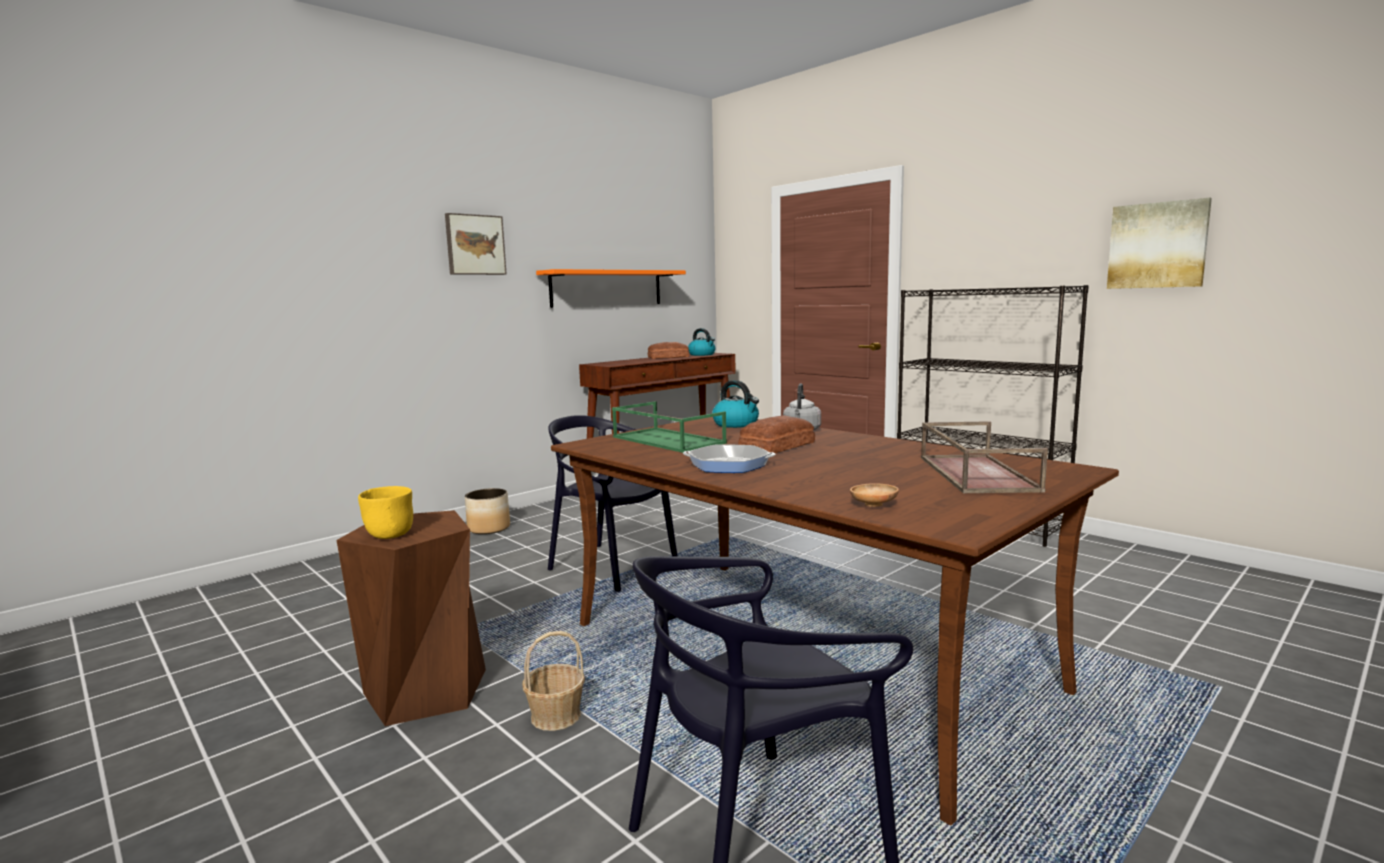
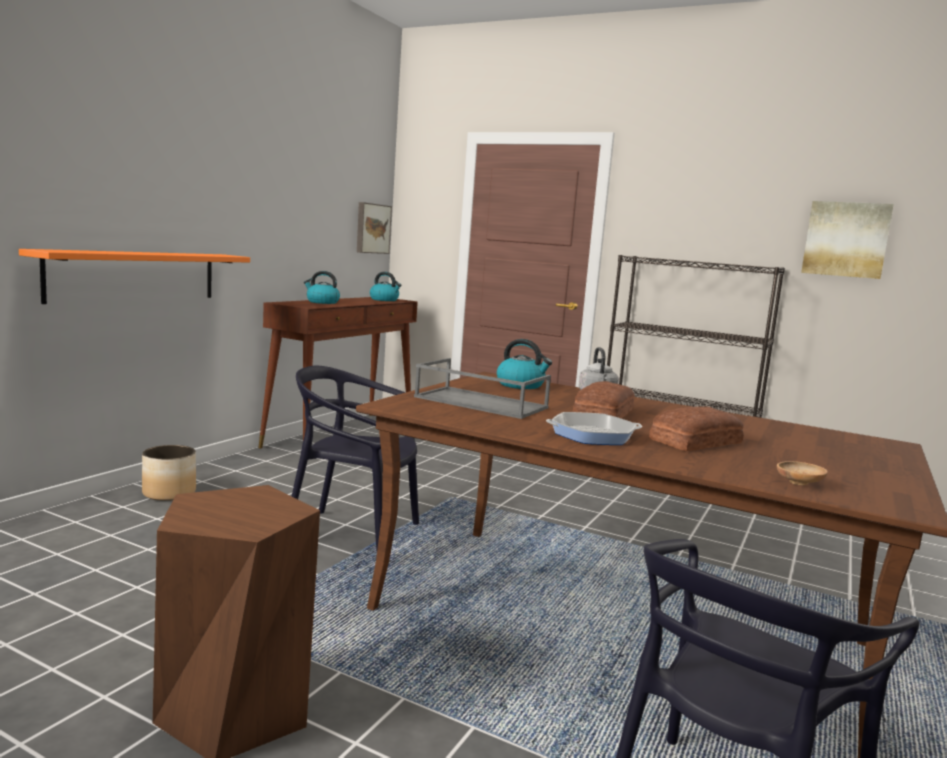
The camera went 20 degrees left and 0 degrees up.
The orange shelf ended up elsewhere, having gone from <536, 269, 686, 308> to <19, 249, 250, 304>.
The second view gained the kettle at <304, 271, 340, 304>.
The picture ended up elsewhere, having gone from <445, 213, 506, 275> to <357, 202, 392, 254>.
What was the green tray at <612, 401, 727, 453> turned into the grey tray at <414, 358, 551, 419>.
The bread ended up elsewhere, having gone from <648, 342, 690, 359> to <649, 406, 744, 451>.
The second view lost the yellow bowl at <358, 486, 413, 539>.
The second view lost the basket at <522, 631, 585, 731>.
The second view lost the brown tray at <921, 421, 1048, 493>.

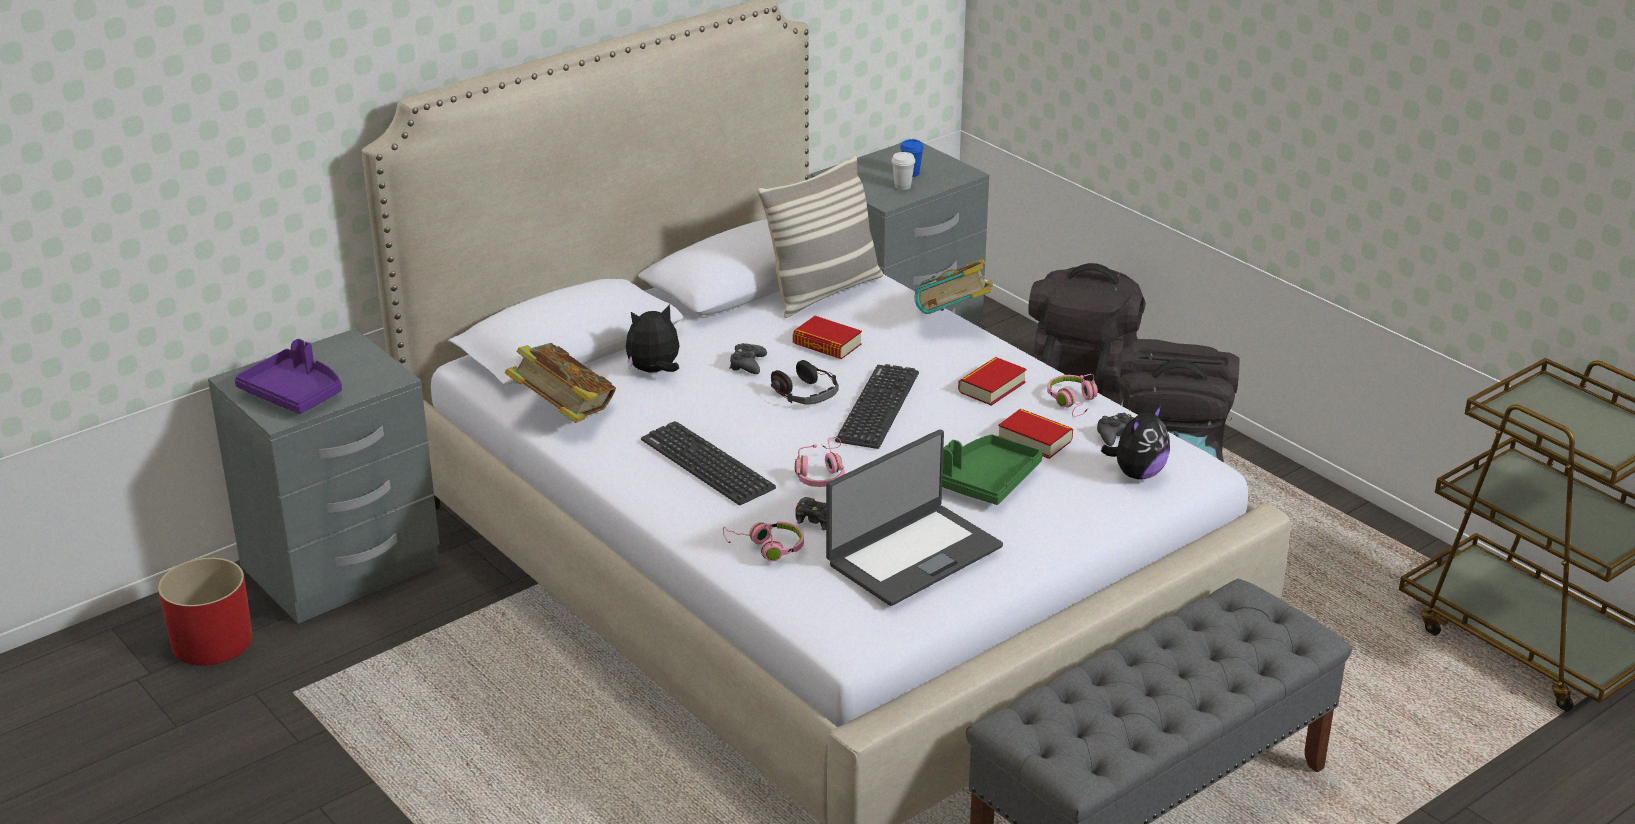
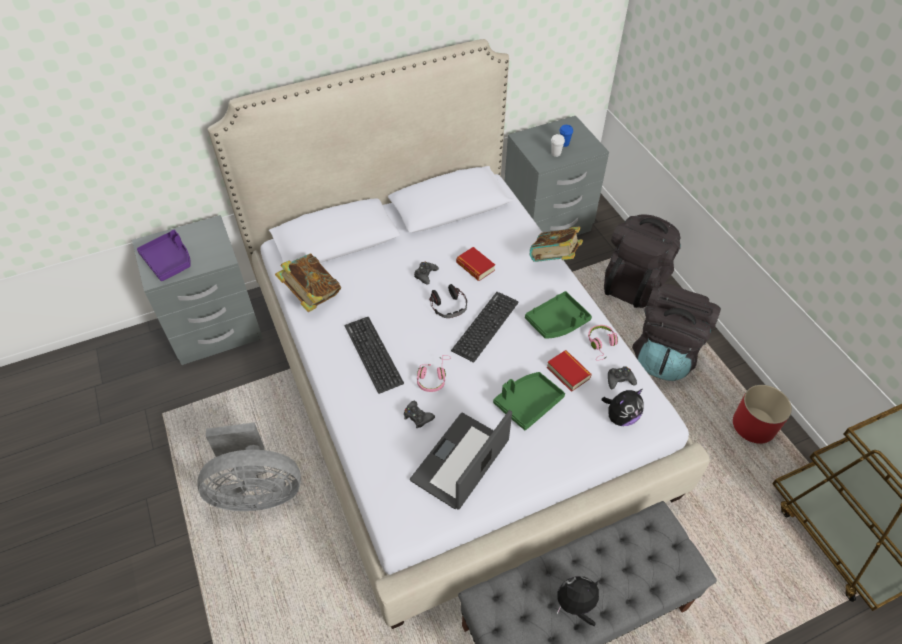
The camera went 15 degrees right and 20 degrees up.
The second view gained the grey fan at <197, 422, 301, 511>.
The laptop at <826, 430, 1003, 606> ended up facing another way, 150 degrees clockwise from before.
Where the book stood at <958, 357, 1026, 406>, the green tray came to stand at <525, 291, 592, 339>.
The plush toy ended up elsewhere, having gone from <626, 304, 680, 373> to <557, 576, 599, 626>.
The red planter ended up elsewhere, having gone from <158, 558, 252, 666> to <733, 385, 792, 444>.
The second view lost the pink headphones at <723, 522, 804, 562>.
The second view lost the pillow at <757, 156, 883, 318>.

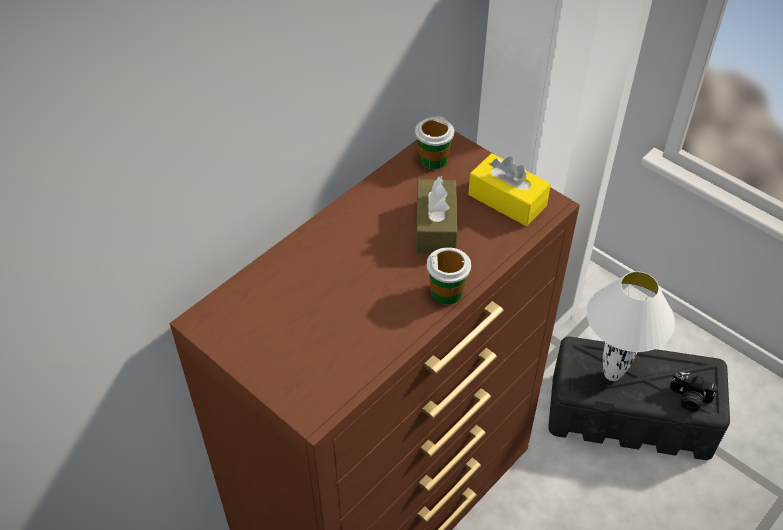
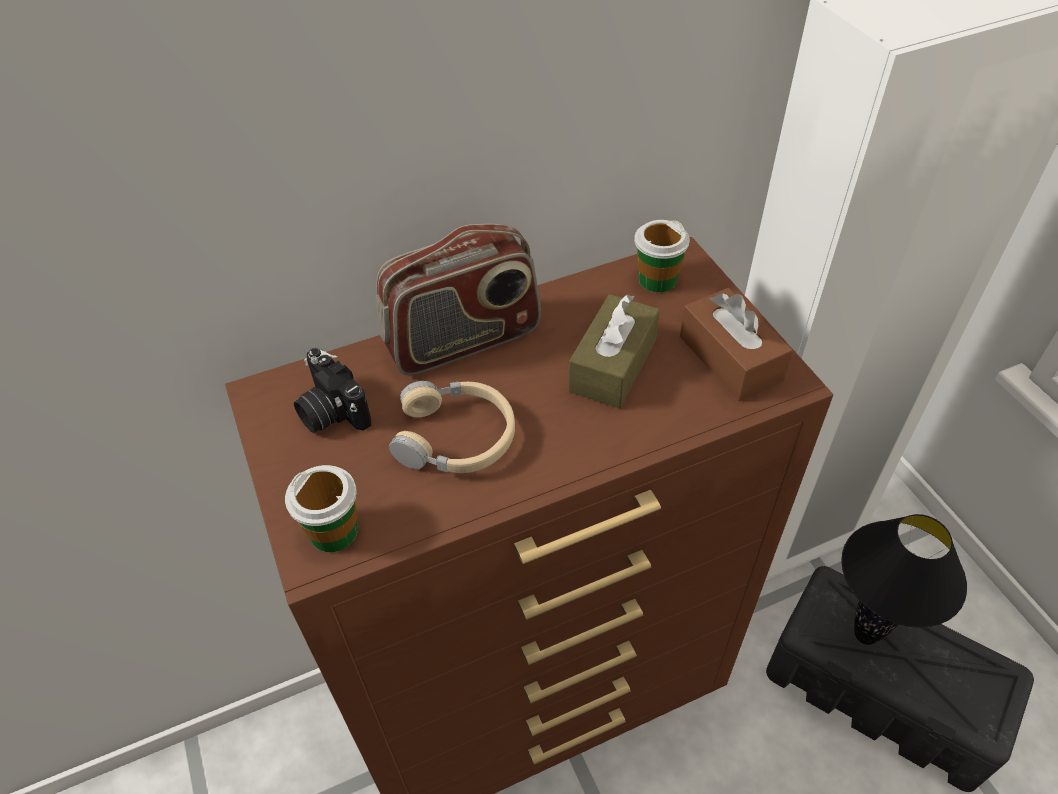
The camera went 25 degrees right and 0 degrees up.
The cup ended up elsewhere, having gone from <427, 247, 471, 305> to <285, 465, 358, 552>.
The photo camera ended up elsewhere, having gone from <670, 372, 718, 412> to <294, 348, 371, 433>.
The second view gained the radio at <376, 224, 541, 375>.
The second view gained the beige headphones at <389, 381, 515, 473>.
What was the yellow tissue box at <468, 153, 551, 226> turned into the brown tissue box at <680, 288, 793, 401>.
What was the white table lamp at <586, 271, 675, 381> turned into the black table lamp at <841, 514, 967, 645>.

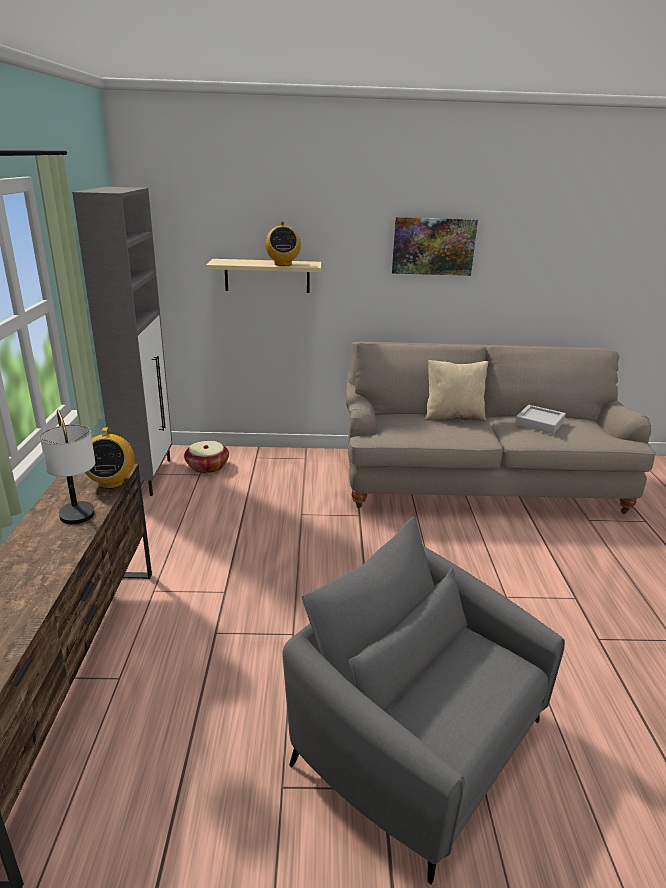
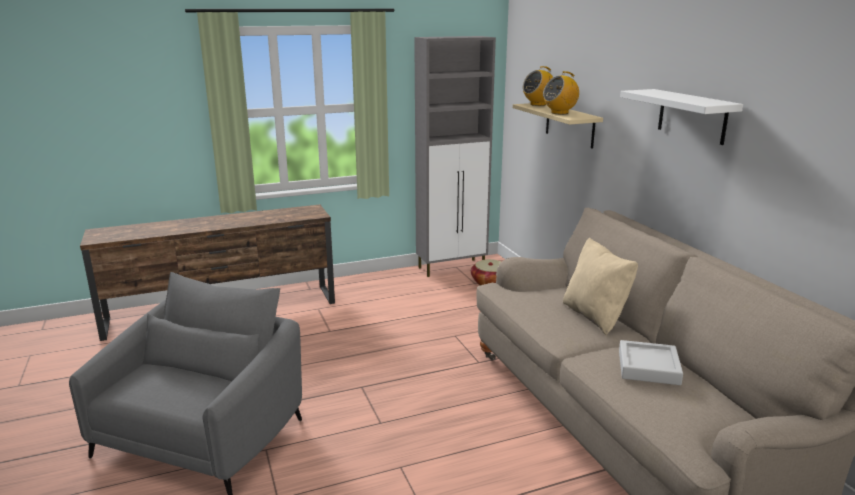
The camera went 70 degrees right and 5 degrees down.
The radio ended up elsewhere, having gone from <85, 427, 135, 489> to <523, 66, 553, 106>.
Where the picture hung at <392, 217, 478, 276>, the white shelf came to hang at <620, 89, 743, 145>.
The second view lost the table lamp at <40, 410, 95, 524>.

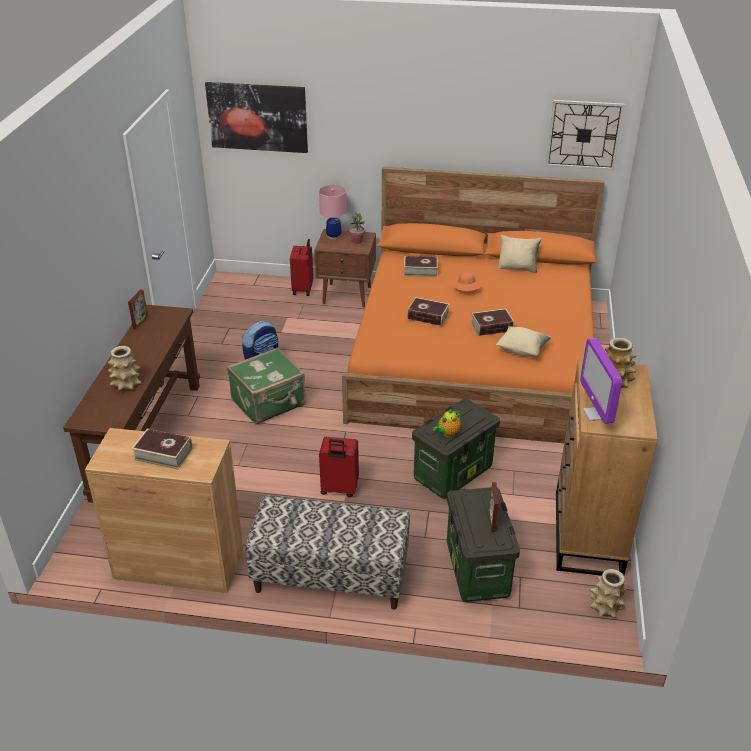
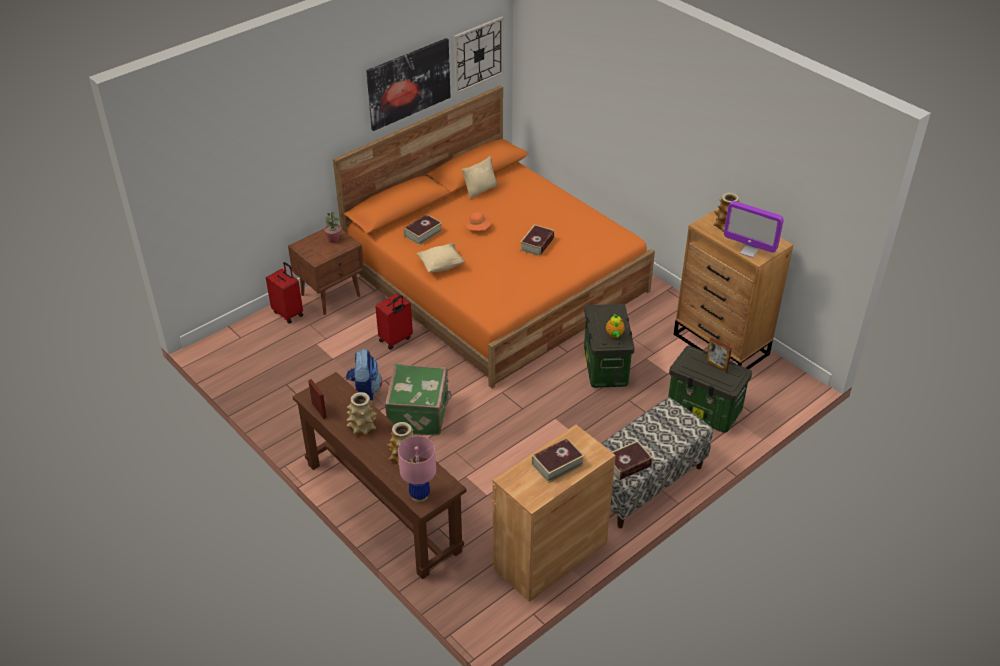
The camera went 50 degrees left and 5 degrees up.
The vase ended up elsewhere, having gone from <590, 569, 627, 618> to <346, 392, 377, 435>.
The picture ended up elsewhere, having gone from <205, 82, 308, 153> to <366, 38, 451, 131>.
The red suitcase ended up elsewhere, having gone from <319, 437, 359, 497> to <375, 293, 413, 350>.
The pink table lamp ended up elsewhere, having gone from <319, 185, 346, 240> to <398, 436, 436, 502>.
The beige pillow ended up elsewhere, having gone from <496, 326, 552, 357> to <416, 243, 465, 272>.
The book ended up elsewhere, having gone from <407, 297, 450, 326> to <612, 441, 653, 481>.

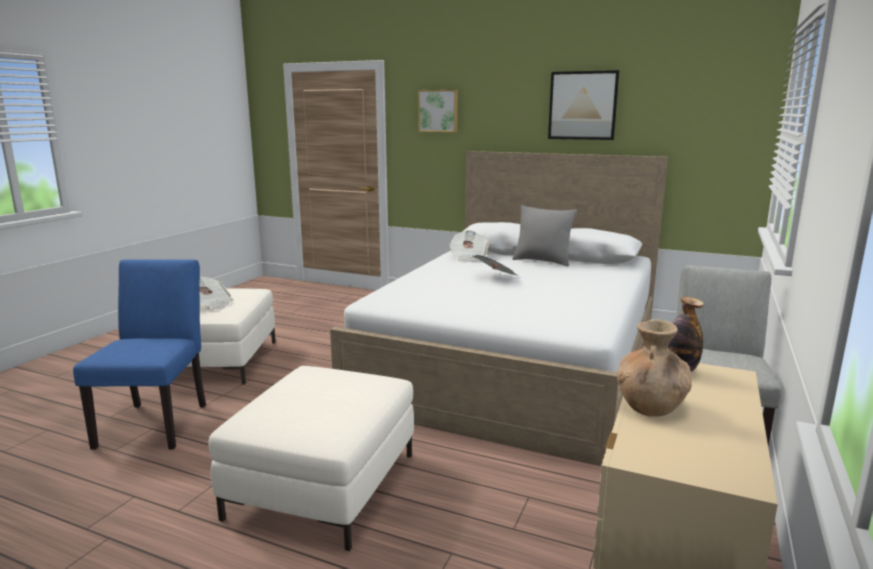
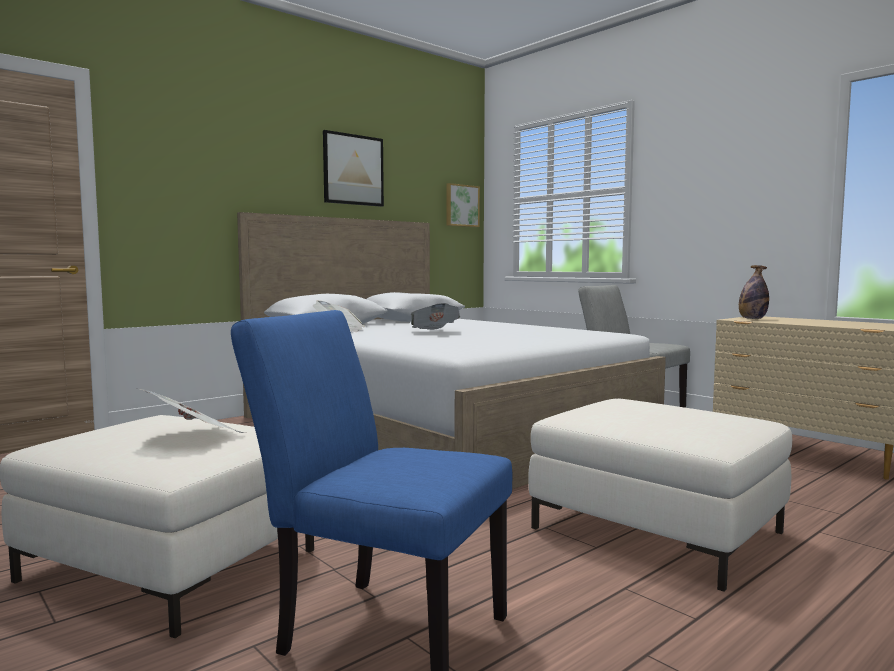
The camera went 65 degrees left and 10 degrees down.
The picture ended up elsewhere, having gone from <418, 89, 458, 132> to <446, 183, 480, 227>.
The second view lost the grey pillow at <512, 205, 577, 266>.
The second view lost the brown vase at <617, 319, 692, 417>.

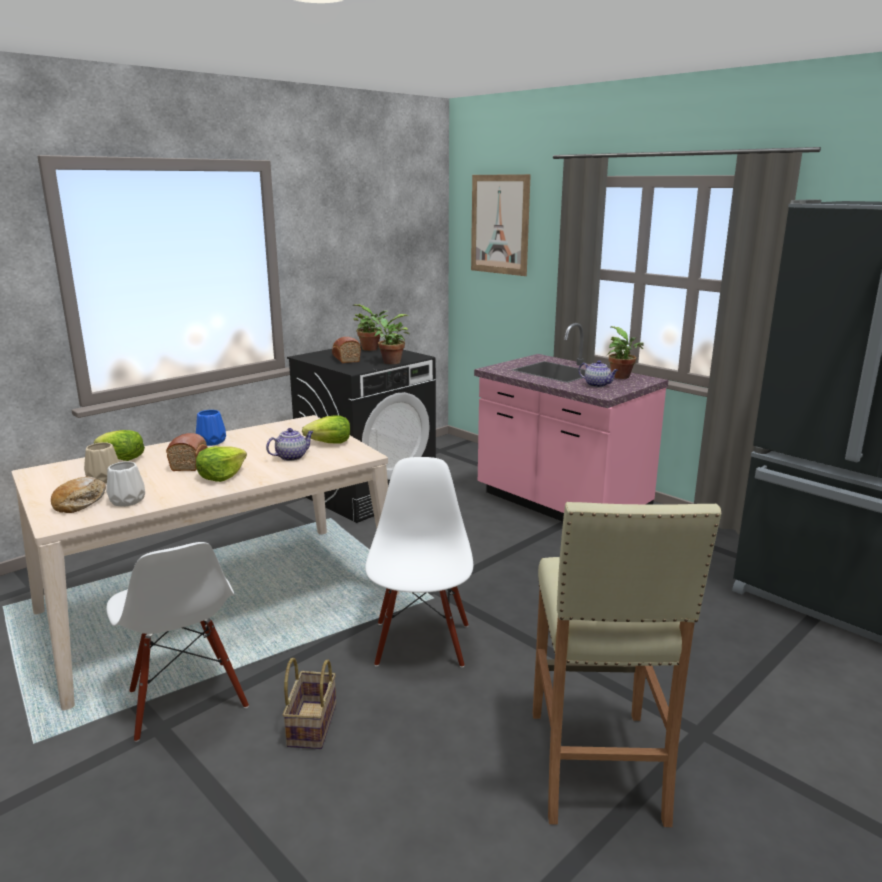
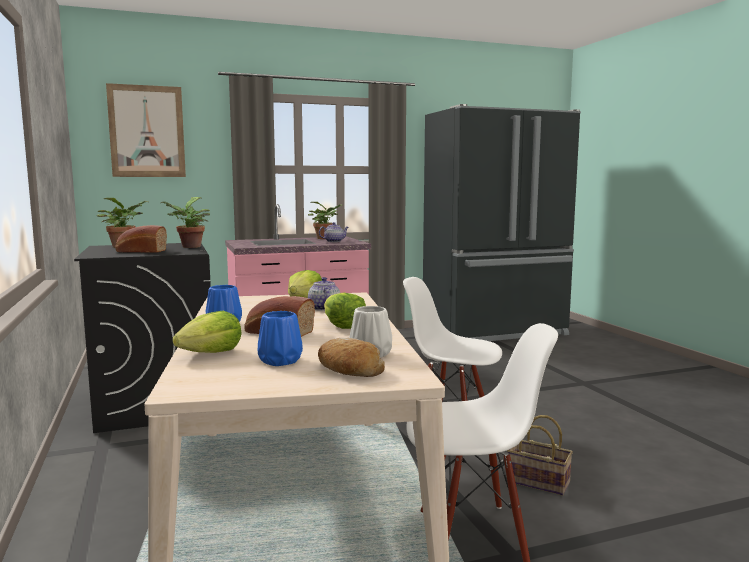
The camera went 65 degrees left and 10 degrees down.
What was the beige vase at <84, 442, 119, 484> turned into the blue vase at <257, 311, 303, 366>.
The second view lost the beige stool at <533, 502, 721, 827>.

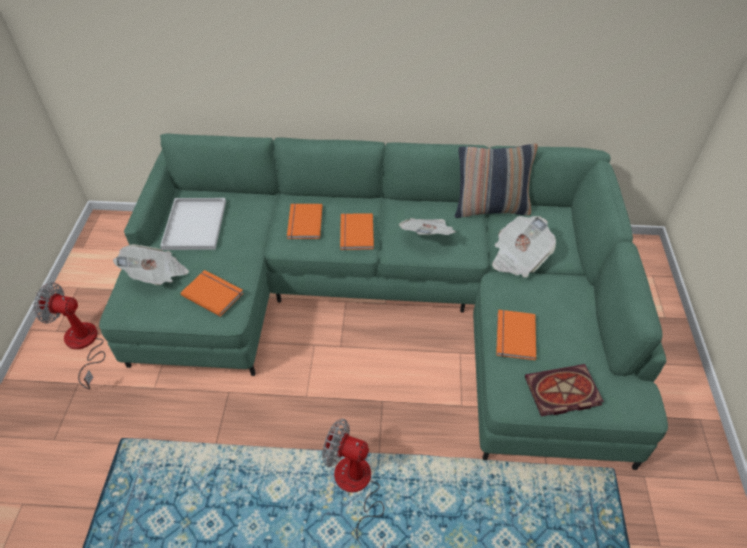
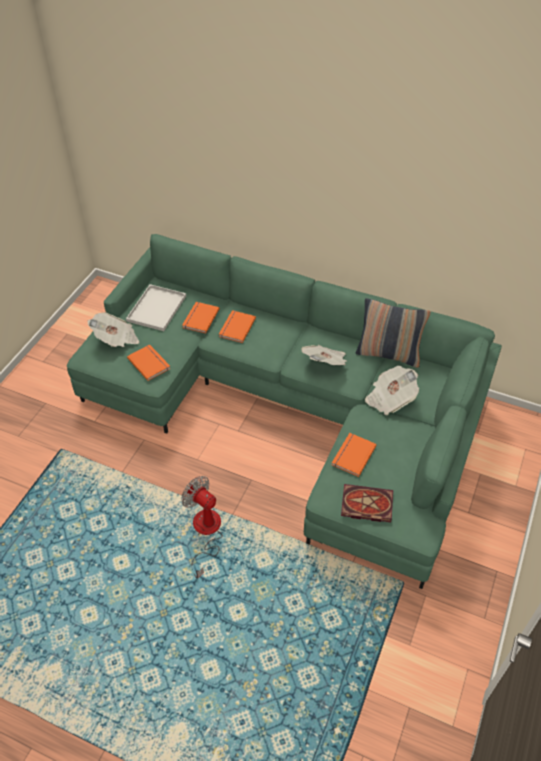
The camera went 20 degrees right and 0 degrees up.
The orange book ended up elsewhere, having gone from <340, 213, 374, 250> to <182, 302, 219, 334>.
The second view lost the fan at <33, 282, 105, 389>.

